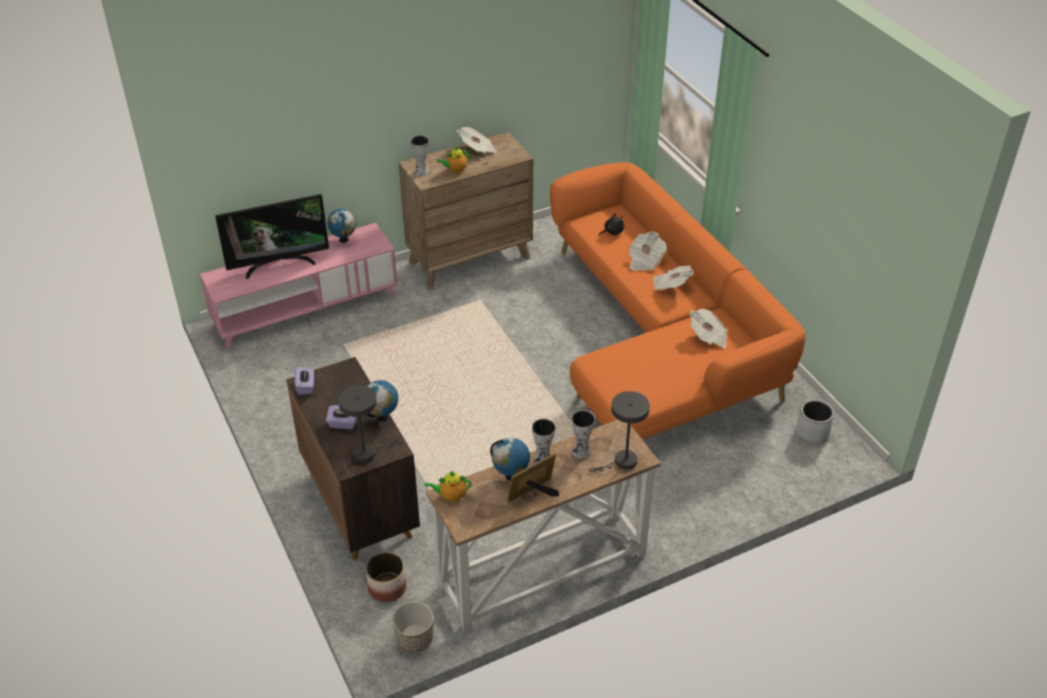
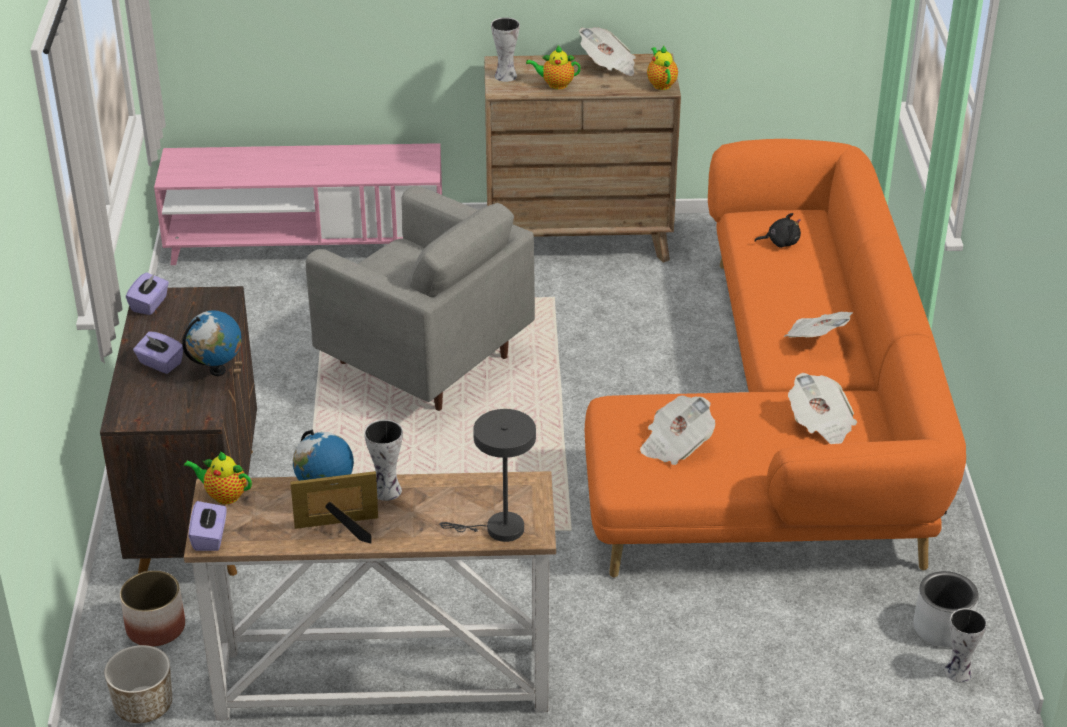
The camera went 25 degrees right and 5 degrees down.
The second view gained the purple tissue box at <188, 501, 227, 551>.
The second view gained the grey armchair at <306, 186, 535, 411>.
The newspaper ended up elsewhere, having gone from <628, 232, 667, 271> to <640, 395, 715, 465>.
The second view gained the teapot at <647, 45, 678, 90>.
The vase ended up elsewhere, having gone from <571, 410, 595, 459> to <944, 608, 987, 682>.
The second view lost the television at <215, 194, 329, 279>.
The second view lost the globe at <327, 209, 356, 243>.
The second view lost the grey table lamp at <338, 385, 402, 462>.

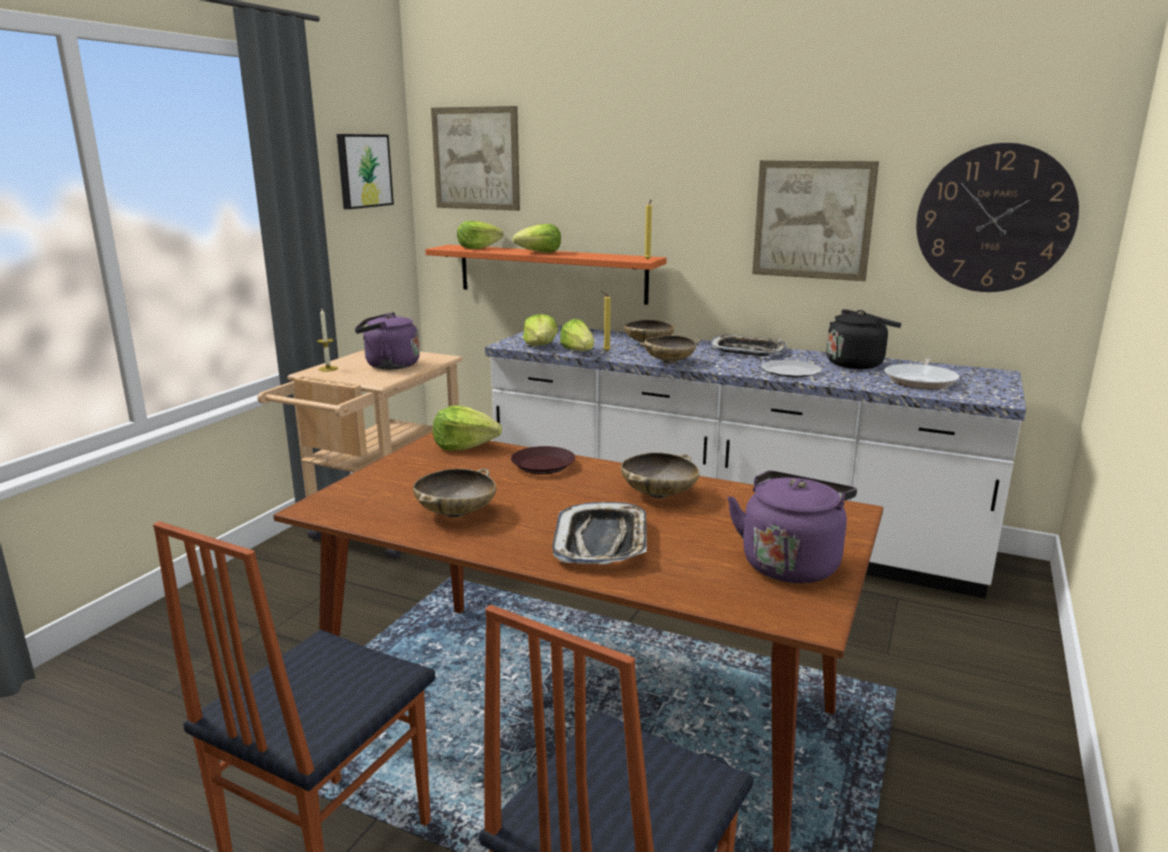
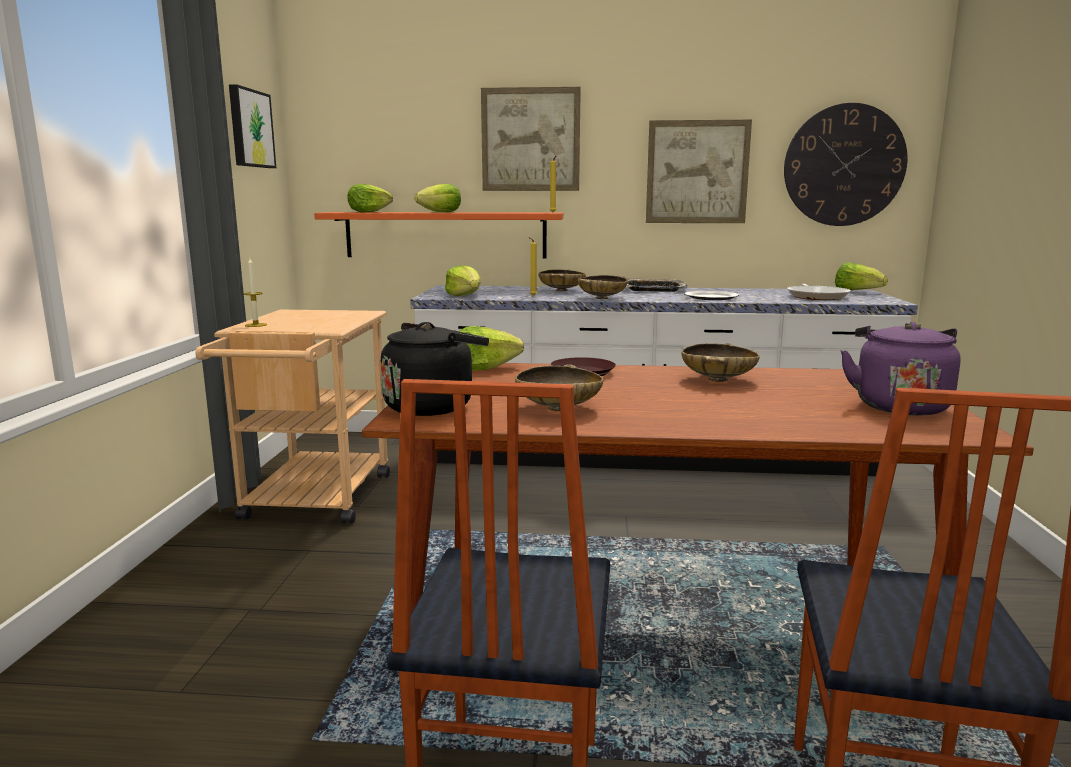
The camera went 20 degrees left and 5 degrees down.
The black kettle ended up elsewhere, having gone from <827, 309, 902, 369> to <381, 322, 489, 416>.
The picture ended up elsewhere, having gone from <431, 106, 520, 211> to <481, 87, 581, 191>.
The lettuce ended up elsewhere, having gone from <560, 319, 594, 351> to <835, 262, 888, 290>.
The second view lost the purple kettle at <355, 312, 420, 369>.
The second view lost the tray at <552, 502, 647, 564>.

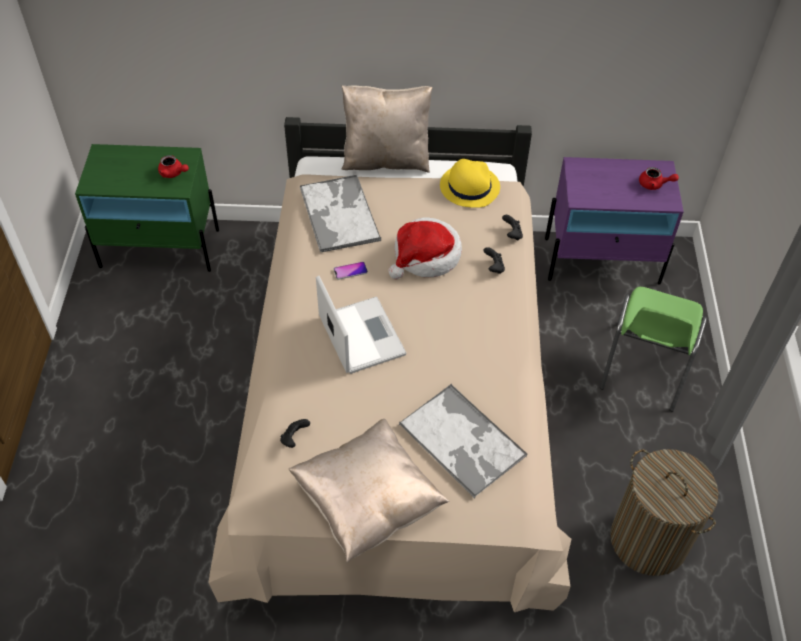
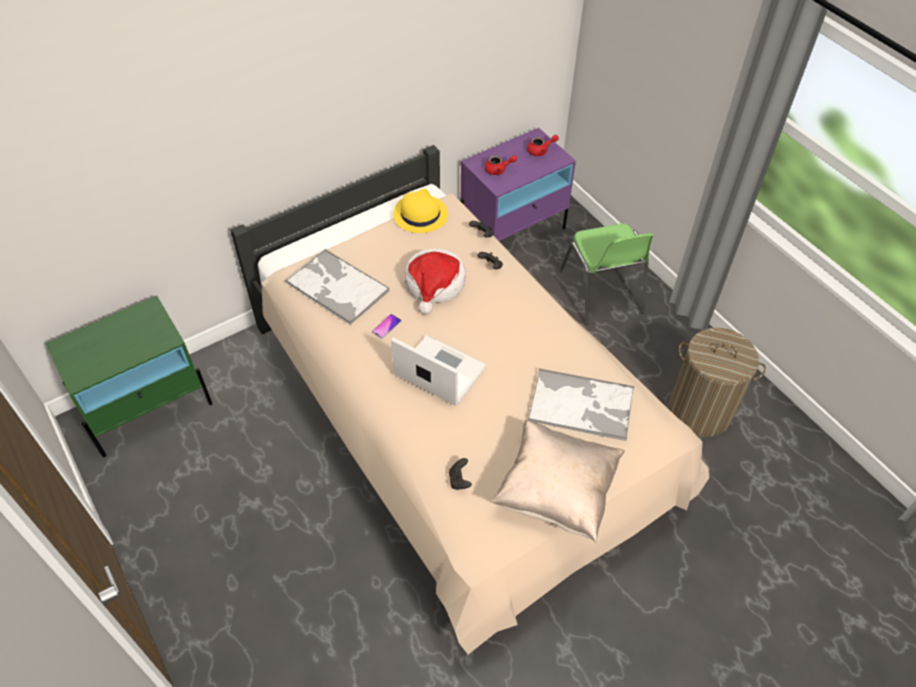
The camera went 35 degrees left and 0 degrees up.
The red teapot ended up elsewhere, having gone from <158, 155, 189, 178> to <485, 155, 517, 175>.
The second view lost the beige pillow at <342, 85, 432, 173>.

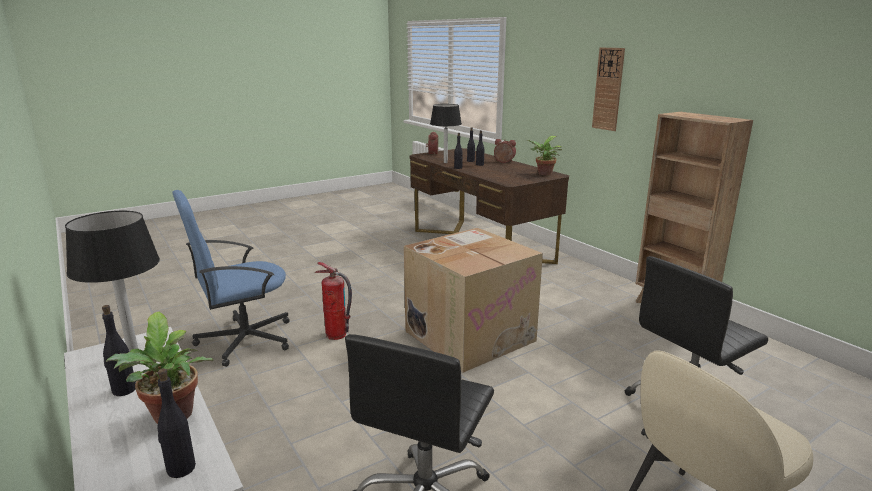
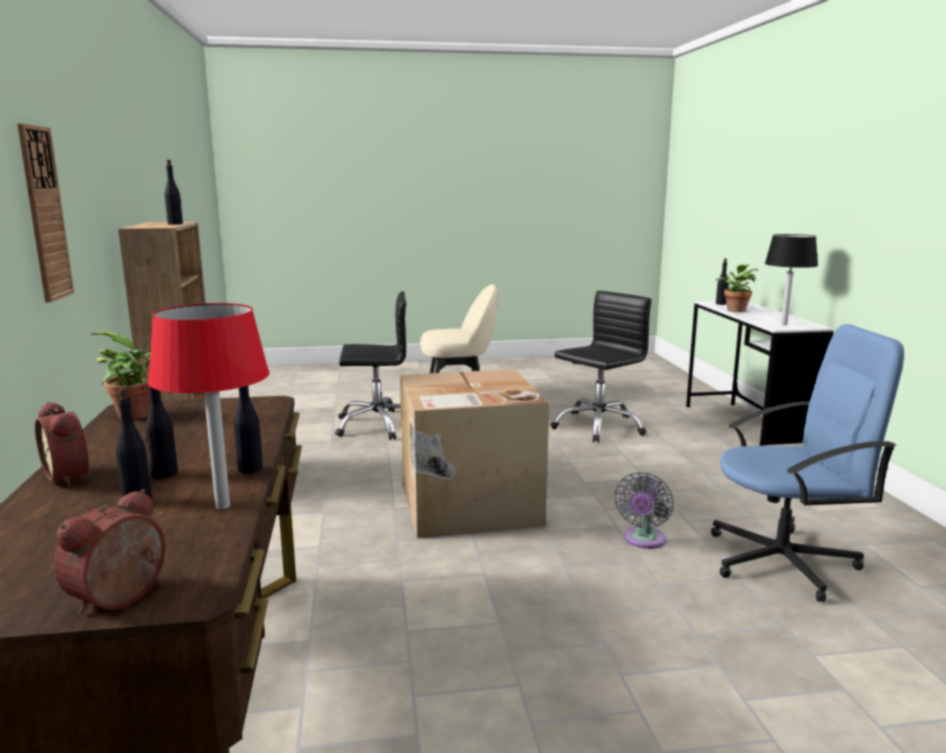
The camera went 155 degrees left and 5 degrees down.
What was the black table lamp at <430, 104, 462, 163> turned into the red table lamp at <148, 303, 269, 510>.
The black bottle ended up elsewhere, having gone from <102, 305, 136, 396> to <165, 160, 183, 225>.
Where the fire extinguisher stood at <315, 262, 352, 340>, the grey fan came to stand at <615, 472, 674, 549>.

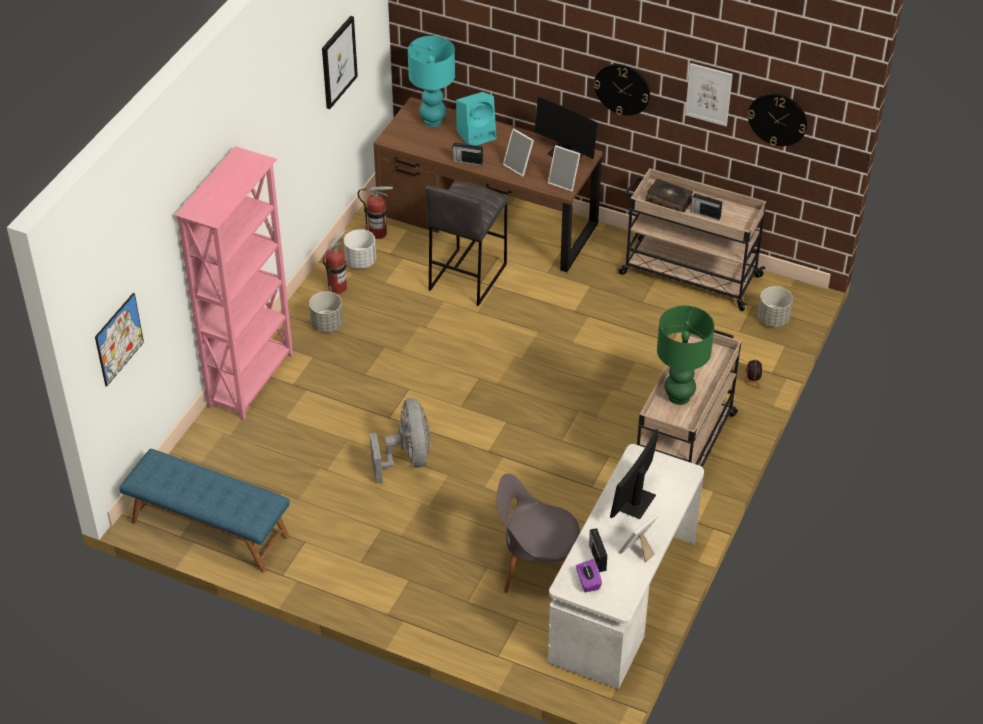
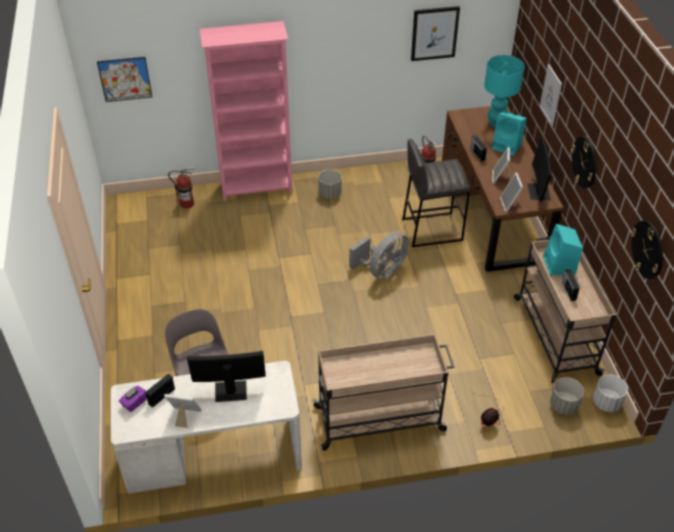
The camera went 55 degrees right and 0 degrees up.
The fire extinguisher ended up elsewhere, having gone from <323, 230, 347, 294> to <168, 167, 195, 209>.
The grey fan ended up elsewhere, having gone from <370, 398, 430, 483> to <349, 232, 409, 279>.
The picture ended up elsewhere, having gone from <685, 63, 733, 126> to <540, 64, 562, 127>.
Where the book stood at <646, 179, 693, 213>, the turquoise speaker came to stand at <543, 224, 583, 275>.
The white planter ended up elsewhere, having gone from <344, 229, 376, 269> to <593, 375, 628, 412>.
The second view lost the blue bench at <119, 449, 290, 573>.
The second view lost the green table lamp at <657, 306, 714, 405>.

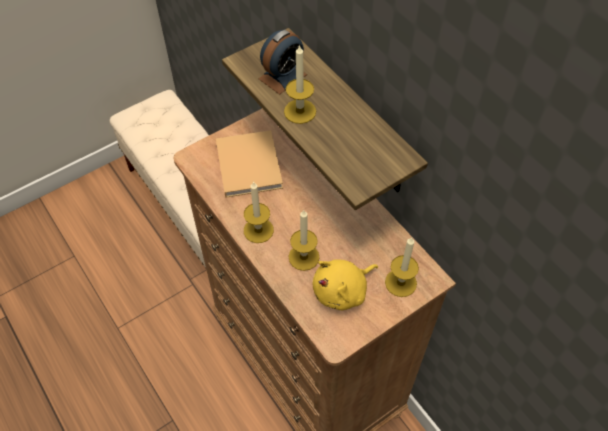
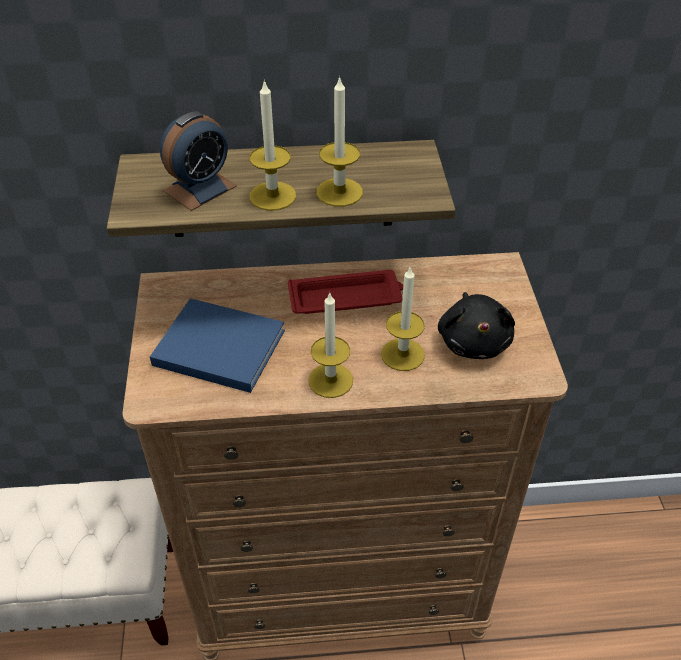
The camera went 60 degrees left and 10 degrees down.
What was the beige book at <216, 130, 283, 198> turned into the blue book at <150, 298, 285, 393>.
The alarm clock at <258, 30, 307, 95> ended up facing another way, 60 degrees clockwise from before.
The second view gained the red tray at <288, 270, 403, 314>.
The candle ended up elsewhere, having gone from <385, 237, 419, 297> to <317, 76, 363, 207>.
What was the yellow plush toy at <313, 259, 378, 310> turned into the black plush toy at <438, 292, 515, 359>.

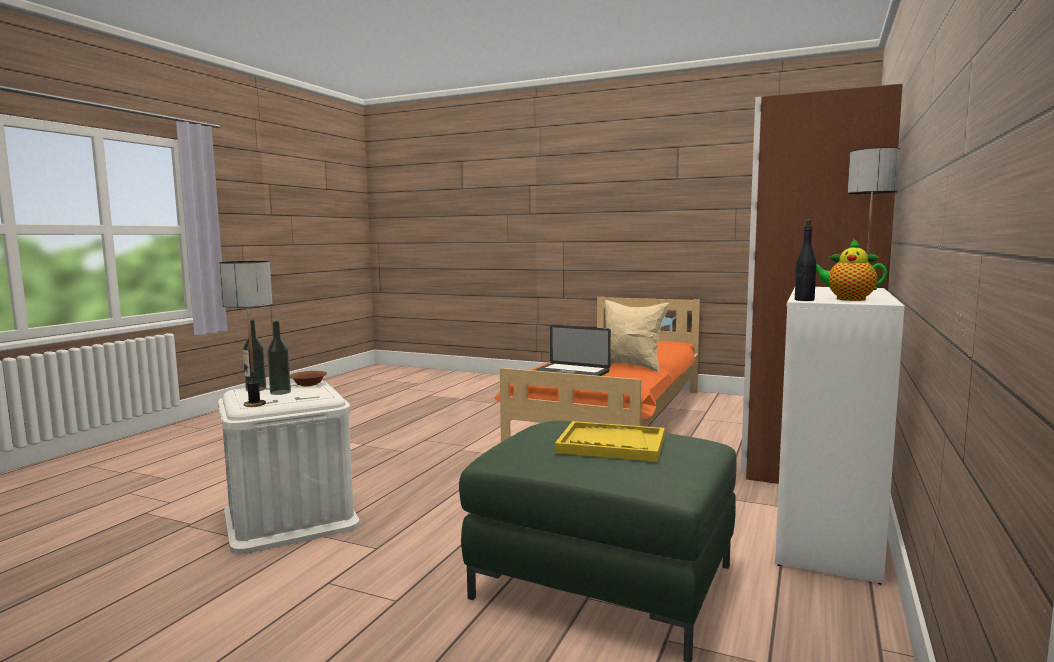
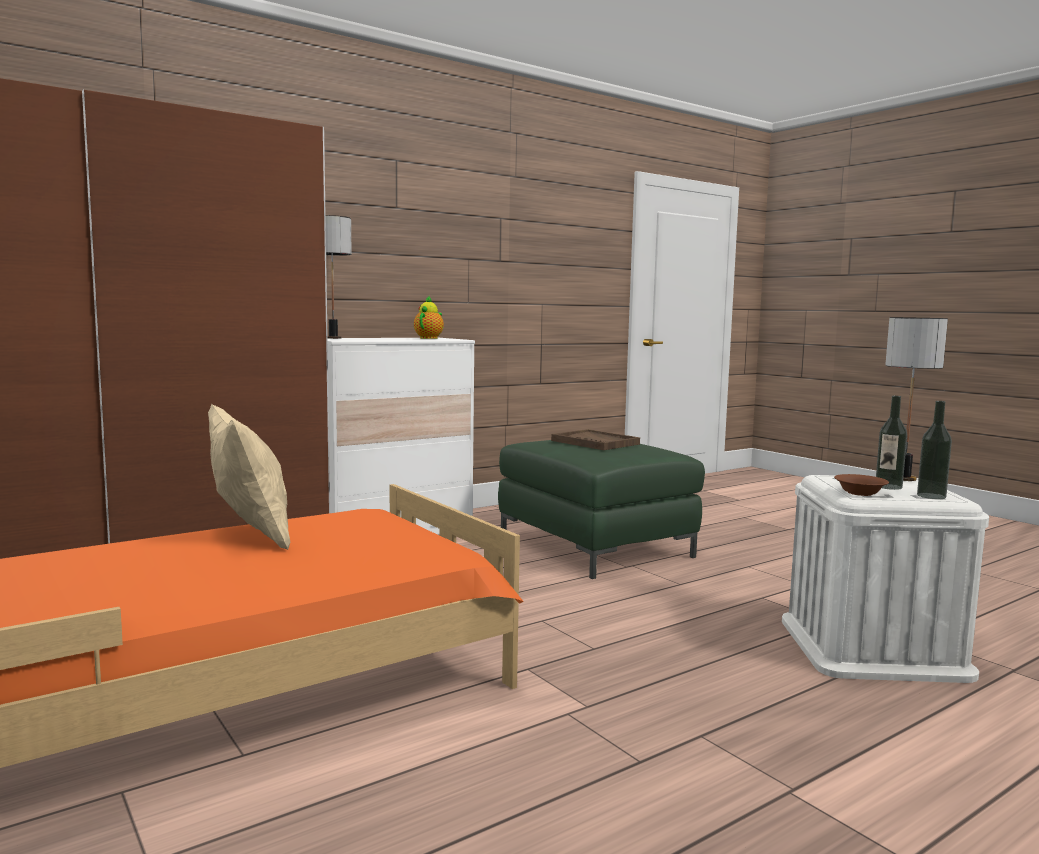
The camera went 150 degrees left and 0 degrees up.
The teapot at <816, 238, 887, 301> ended up facing another way, 135 degrees counterclockwise from before.
What was the yellow tray at <555, 421, 665, 462> turned into the brown tray at <551, 429, 640, 450>.
The second view lost the laptop at <534, 325, 611, 376>.
The second view lost the black bottle at <795, 219, 816, 301>.

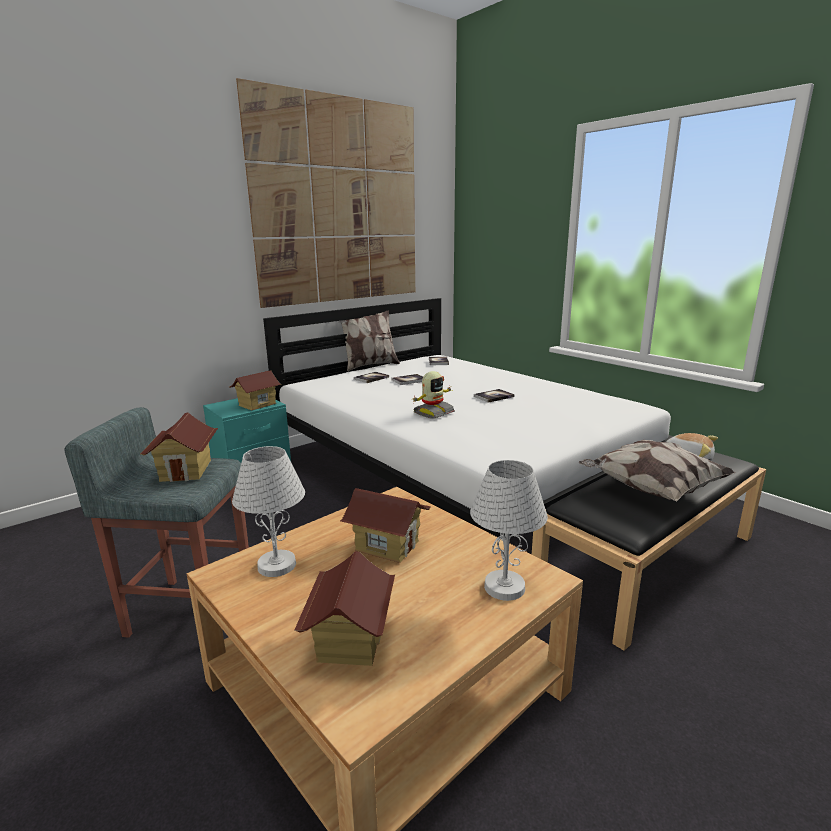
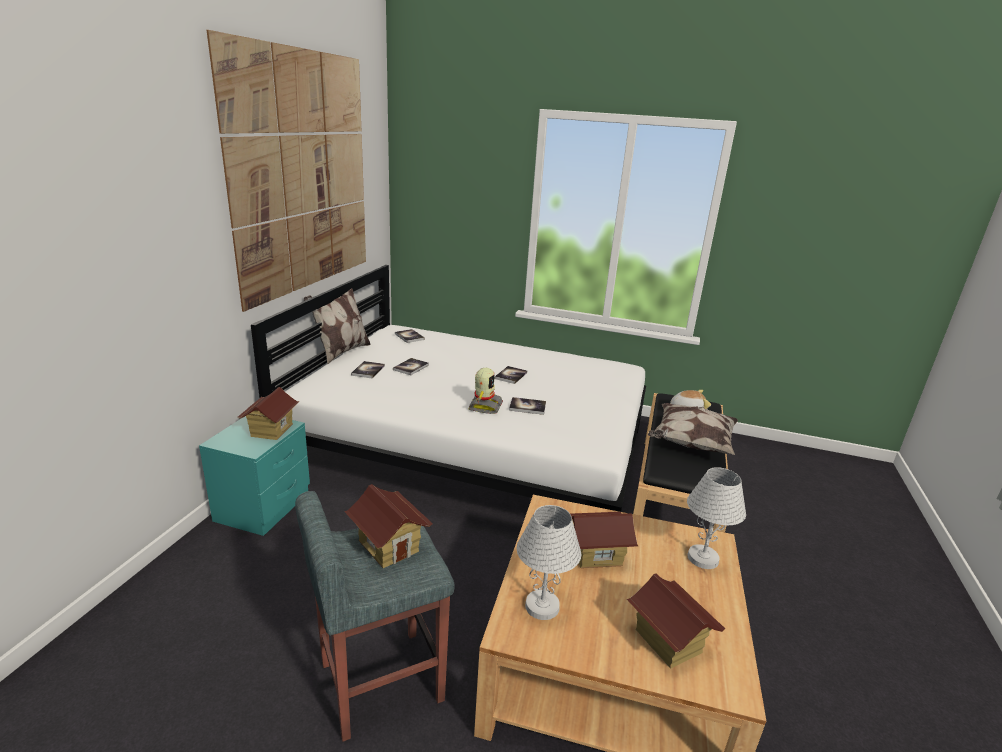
The camera went 35 degrees left and 5 degrees up.
The second view gained the book at <509, 397, 546, 415>.

